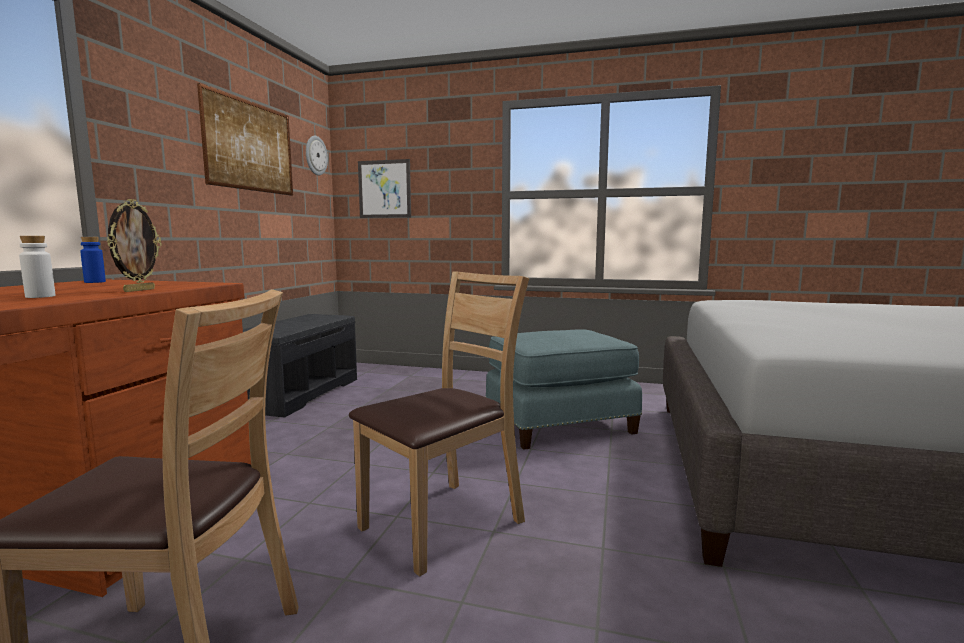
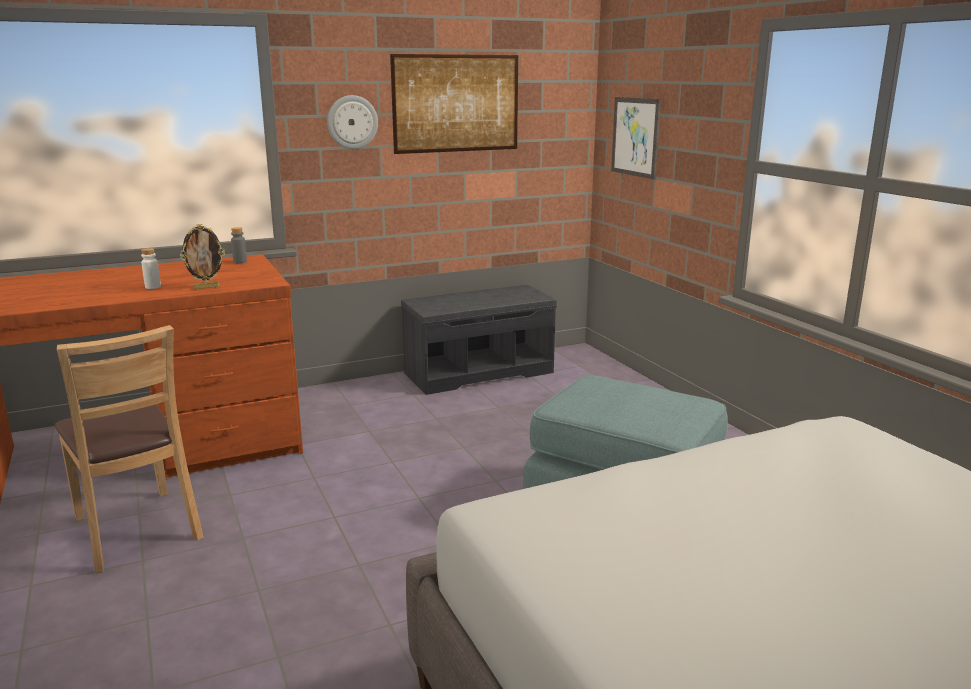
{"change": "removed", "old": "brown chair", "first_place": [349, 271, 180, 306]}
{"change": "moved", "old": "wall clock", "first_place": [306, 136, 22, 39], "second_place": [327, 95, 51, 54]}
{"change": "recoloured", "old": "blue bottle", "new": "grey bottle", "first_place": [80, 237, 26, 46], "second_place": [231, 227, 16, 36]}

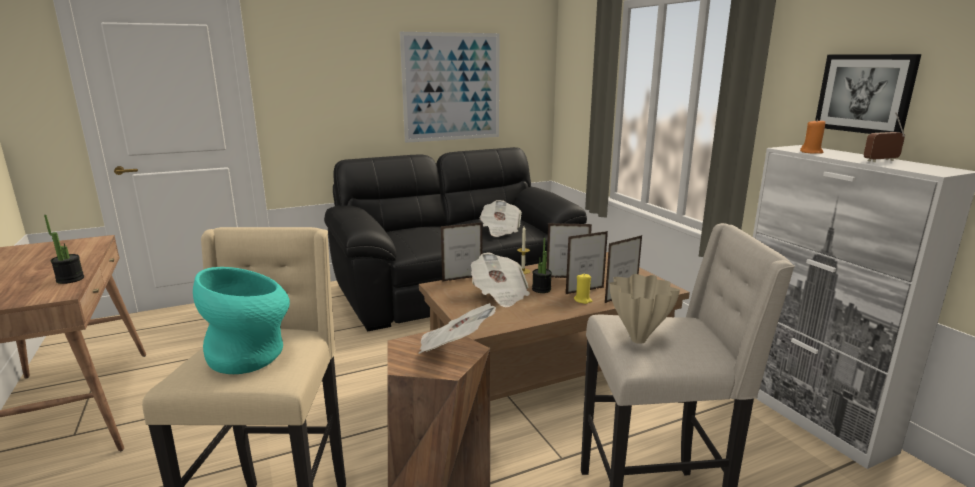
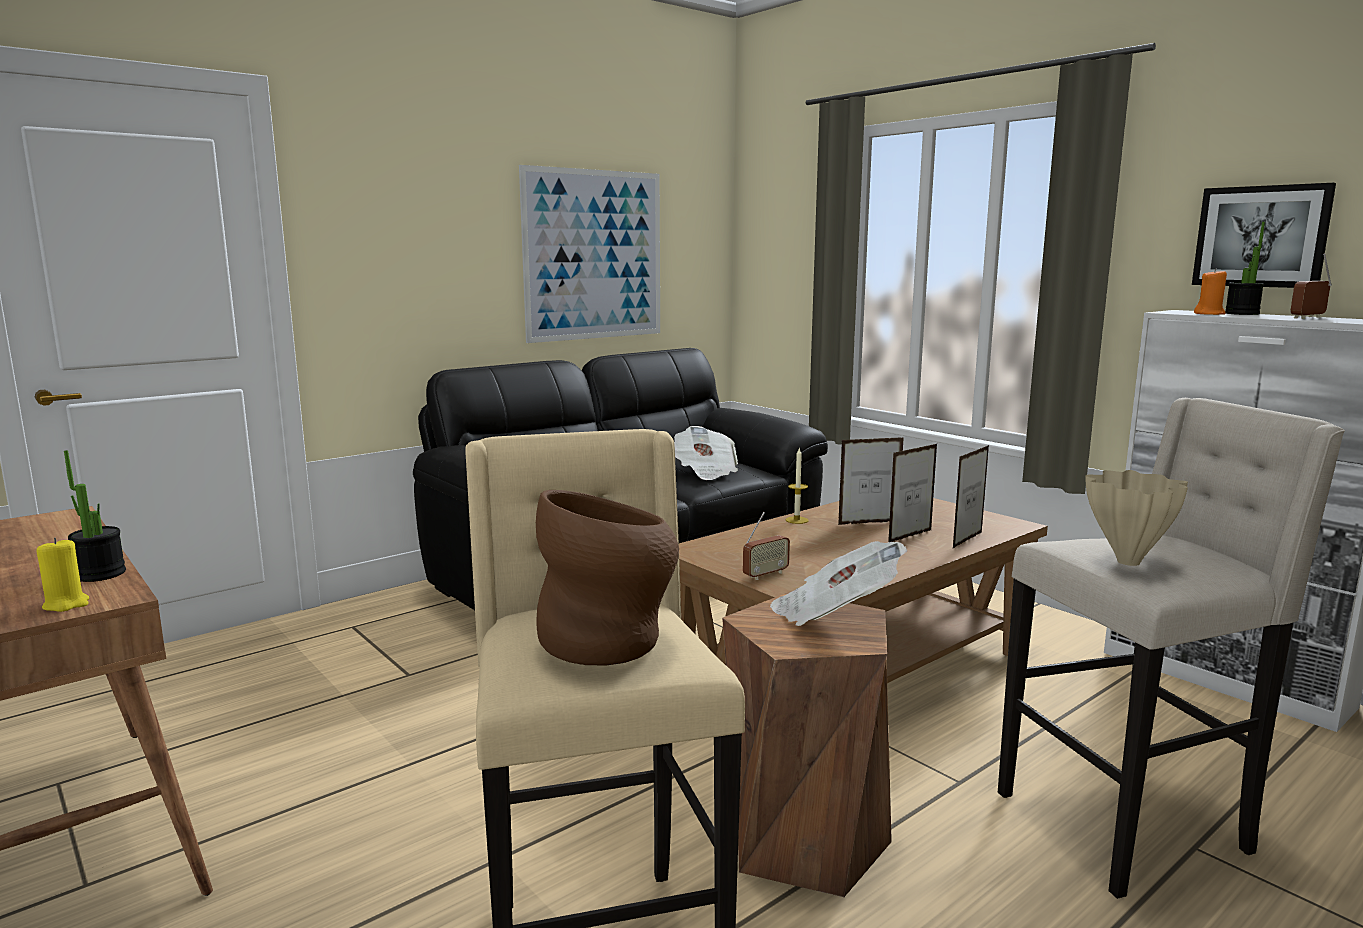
{"change": "removed", "old": "picture frame", "first_place": [441, 222, 42, 60]}
{"change": "removed", "old": "newspaper", "first_place": [471, 253, 59, 55]}
{"change": "added", "new": "radio", "second_place": [743, 512, 47, 68]}
{"change": "moved", "old": "potted plant", "first_place": [532, 238, 20, 55], "second_place": [1225, 222, 40, 93]}
{"change": "moved", "old": "yellow candle", "first_place": [574, 273, 18, 31], "second_place": [37, 538, 52, 74]}
{"change": "recoloured", "old": "turquoise vase", "new": "brown vase", "first_place": [193, 267, 97, 107], "second_place": [536, 490, 143, 176]}

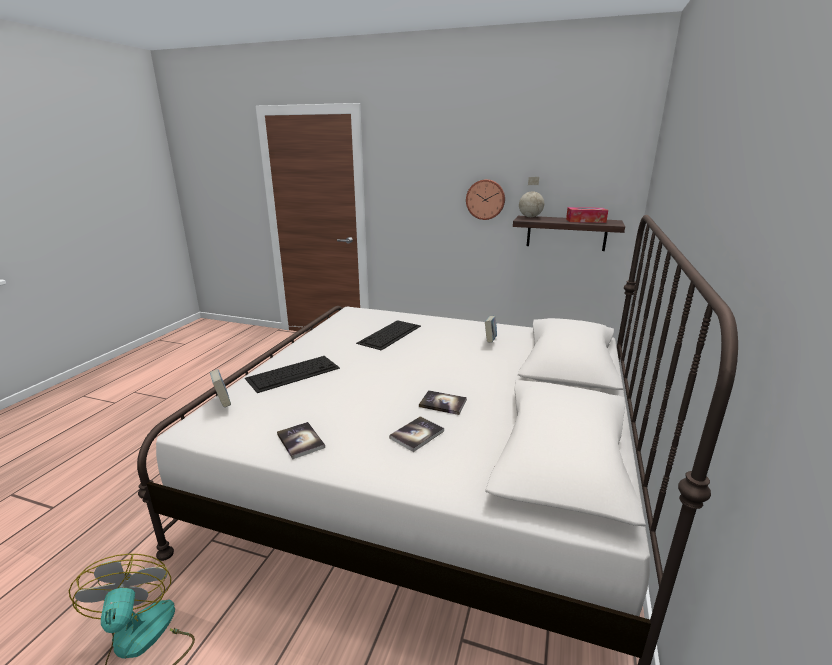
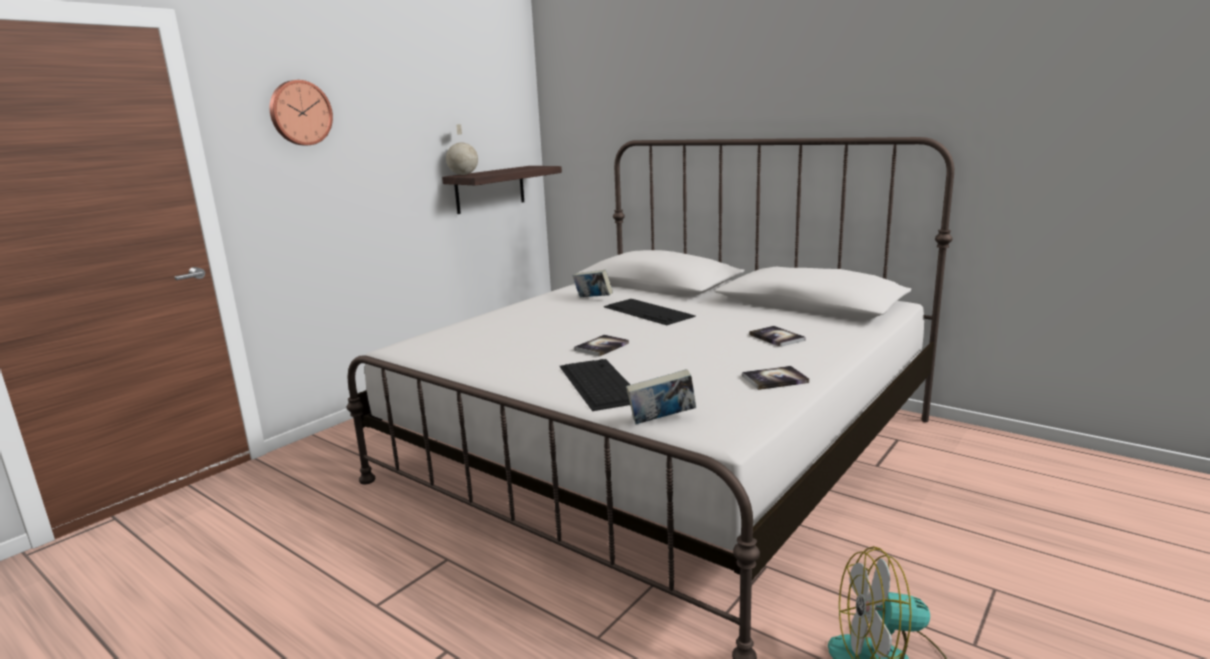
{"change": "removed", "old": "tissue box", "first_place": [566, 207, 42, 16]}
{"change": "moved", "old": "keyboard", "first_place": [356, 320, 65, 31], "second_place": [604, 299, 92, 26]}
{"change": "moved", "old": "book", "first_place": [419, 390, 48, 25], "second_place": [574, 335, 55, 22]}
{"change": "moved", "old": "wall clock", "first_place": [466, 179, 39, 41], "second_place": [270, 80, 63, 65]}

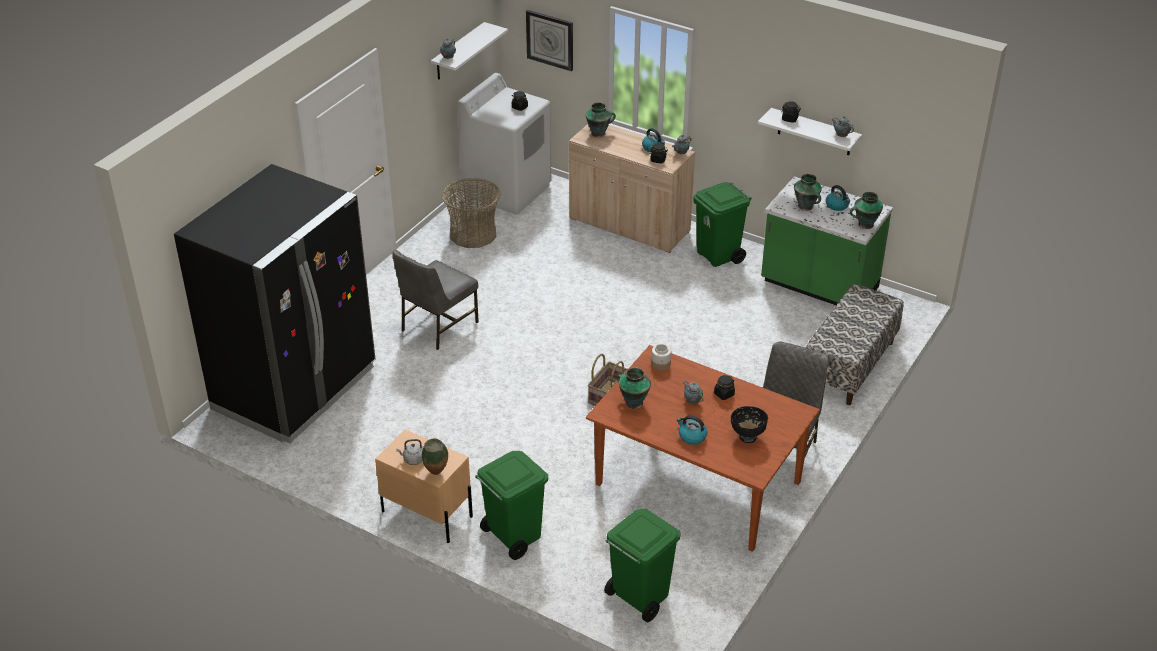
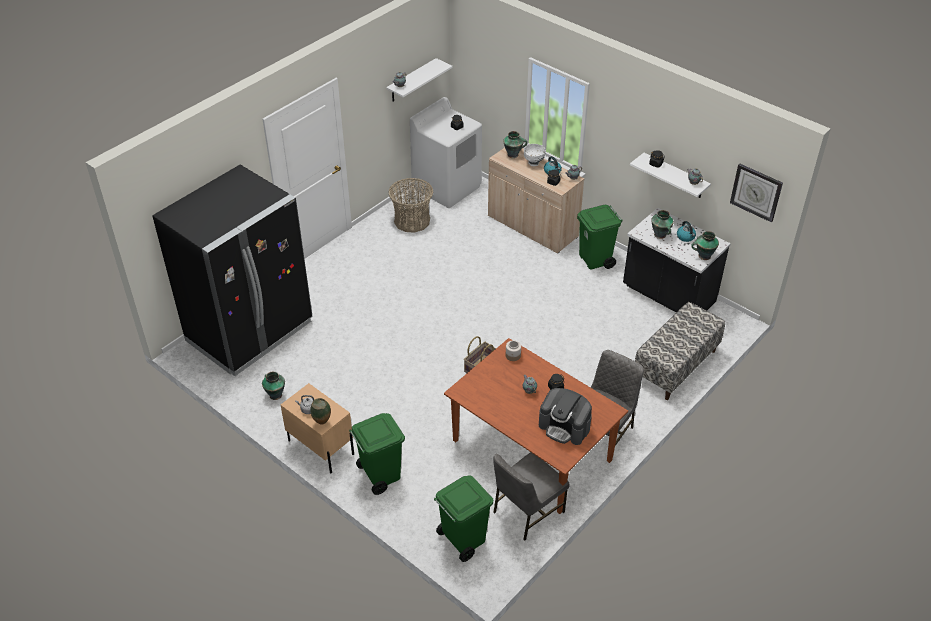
{"change": "removed", "old": "kettle", "first_place": [677, 415, 30, 30]}
{"change": "added", "new": "white bowl", "second_place": [524, 144, 22, 22]}
{"change": "moved", "old": "grey chair", "first_place": [392, 250, 87, 100], "second_place": [493, 452, 77, 89]}
{"change": "moved", "old": "wall clock", "first_place": [526, 10, 47, 61], "second_place": [730, 164, 53, 59]}
{"change": "moved", "old": "vase", "first_place": [617, 367, 34, 42], "second_place": [262, 371, 23, 29]}
{"change": "replaced", "old": "black bowl", "new": "coffee machine", "first_place": [731, 406, 37, 37], "second_place": [539, 388, 53, 57]}
{"change": "recoloured", "old": "green counter", "new": "black counter", "first_place": [761, 177, 132, 128], "second_place": [623, 208, 108, 105]}

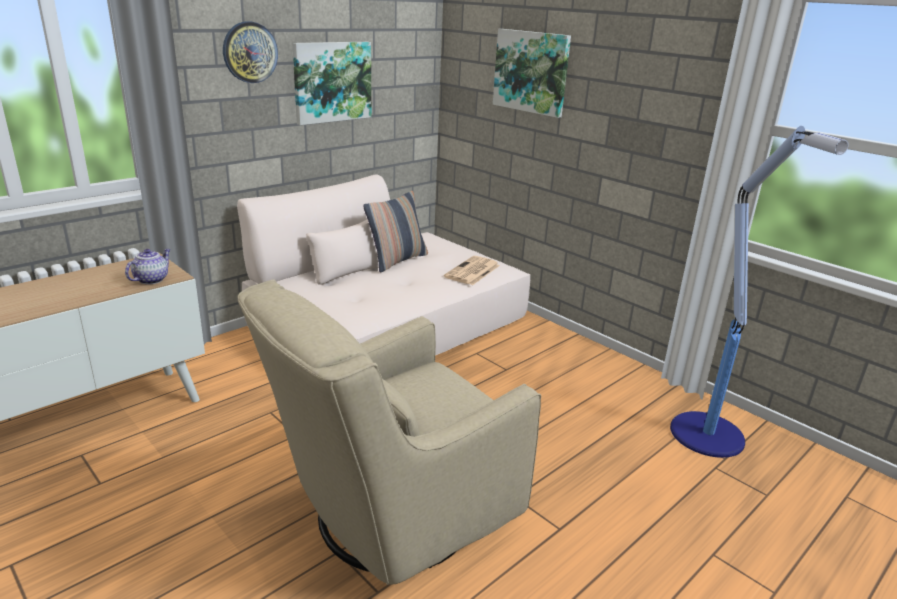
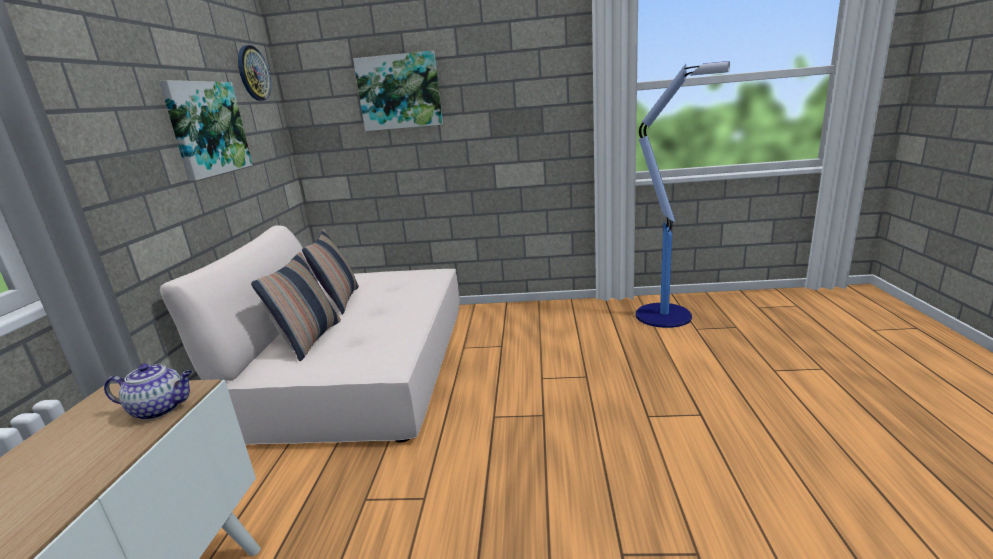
{"change": "removed", "old": "beige armchair", "first_place": [238, 280, 303, 305]}
{"change": "removed", "old": "newspaper", "first_place": [444, 256, 56, 29]}
{"change": "added", "new": "pillow", "second_place": [251, 252, 90, 109]}
{"change": "moved", "old": "wall clock", "first_place": [223, 21, 55, 62], "second_place": [238, 45, 33, 56]}
{"change": "turned", "old": "teapot", "first_place": [125, 249, 46, 36], "second_place": [104, 363, 89, 57], "degrees": 105}

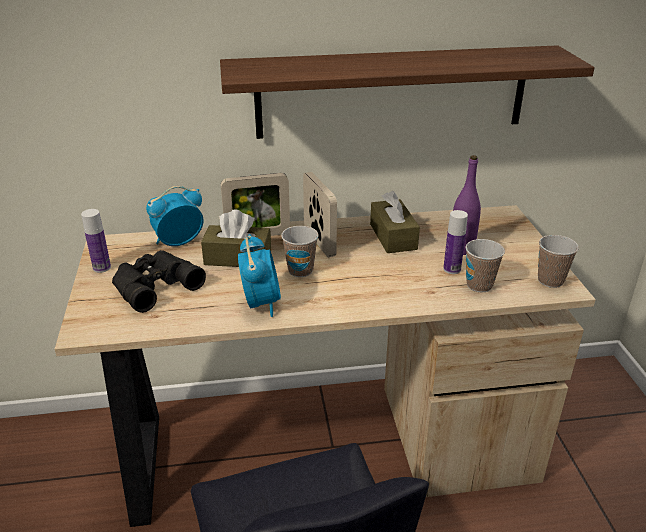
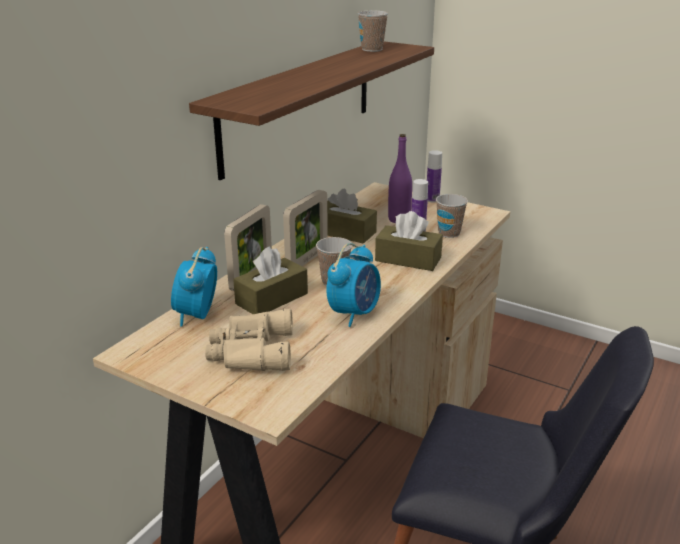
{"change": "added", "new": "brown tissue box", "second_place": [375, 211, 68, 60]}
{"change": "moved", "old": "bottle", "first_place": [81, 209, 30, 64], "second_place": [427, 150, 15, 52]}
{"change": "moved", "old": "cup", "first_place": [538, 235, 41, 53], "second_place": [357, 11, 31, 41]}
{"change": "recoloured", "old": "black binoculars", "new": "beige binoculars", "first_place": [112, 250, 94, 63], "second_place": [205, 309, 88, 62]}
{"change": "turned", "old": "alarm clock", "first_place": [238, 234, 43, 83], "second_place": [326, 243, 55, 84], "degrees": 90}
{"change": "turned", "old": "picture frame", "first_place": [303, 172, 34, 85], "second_place": [283, 190, 45, 76], "degrees": 105}

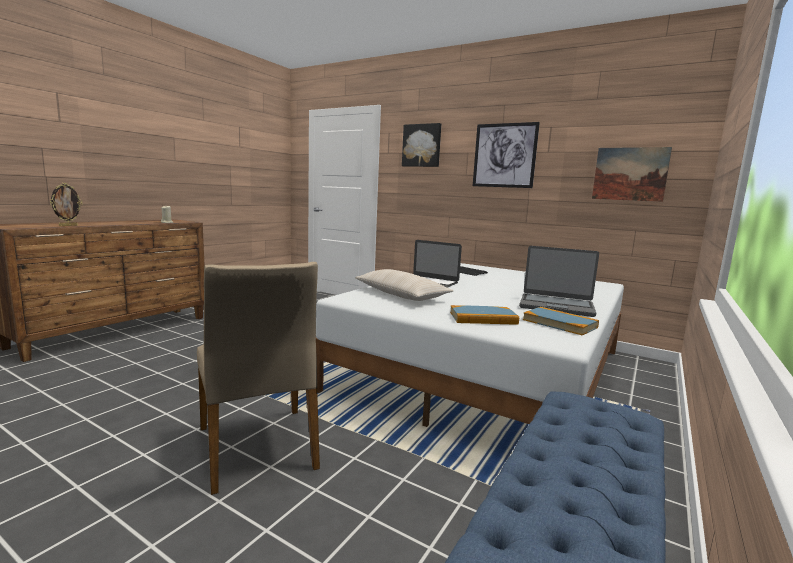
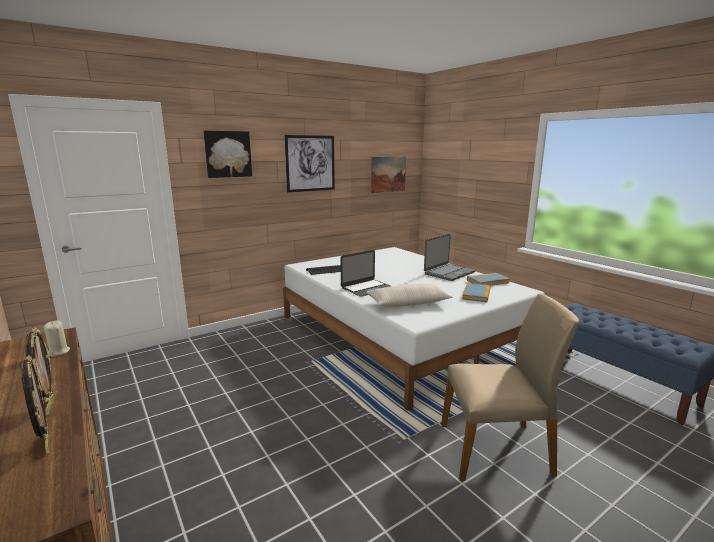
{"change": "added", "new": "picture frame", "second_place": [25, 328, 30, 87]}

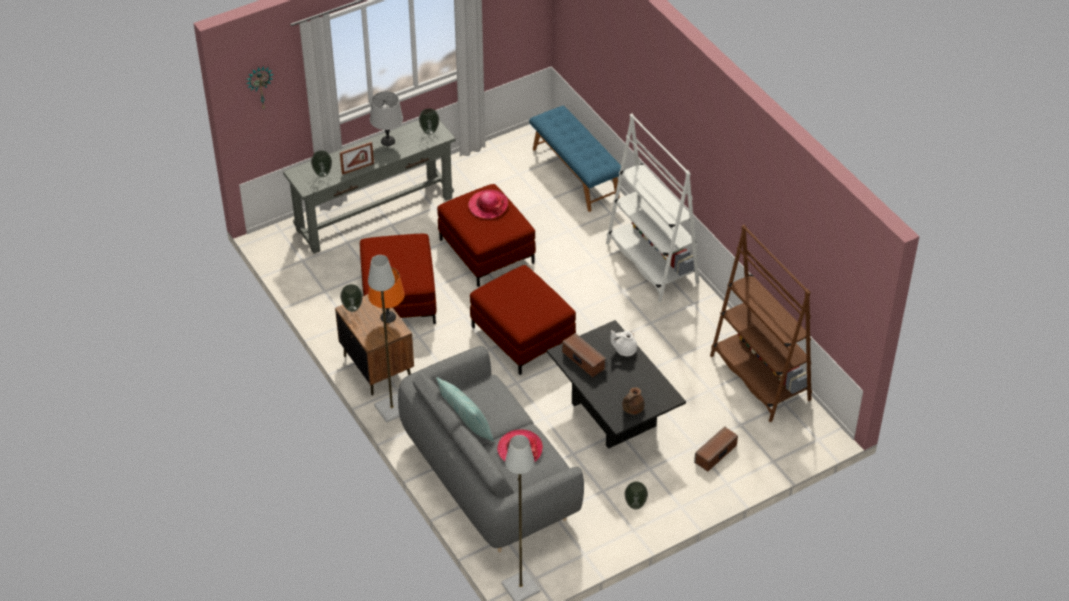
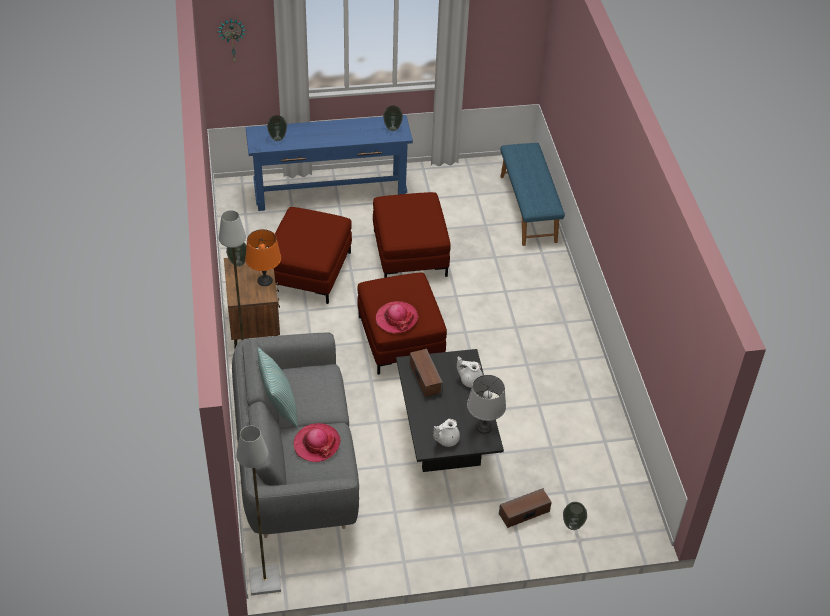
{"change": "removed", "old": "picture frame", "first_place": [340, 142, 34, 33]}
{"change": "removed", "old": "white bookcase", "first_place": [606, 114, 93, 188]}
{"change": "removed", "old": "brown bookcase", "first_place": [710, 224, 102, 198]}
{"change": "moved", "old": "grey table lamp", "first_place": [370, 91, 33, 55], "second_place": [467, 375, 39, 59]}
{"change": "moved", "old": "hat", "first_place": [468, 190, 40, 29], "second_place": [376, 301, 43, 32]}
{"change": "moved", "old": "vase", "first_place": [624, 481, 24, 28], "second_place": [563, 502, 24, 28]}
{"change": "recoloured", "old": "grey console table", "new": "blue console table", "first_place": [283, 120, 173, 134], "second_place": [246, 115, 167, 96]}
{"change": "recoloured", "old": "brown teapot", "new": "white teapot", "first_place": [622, 387, 22, 27], "second_place": [433, 419, 27, 28]}

